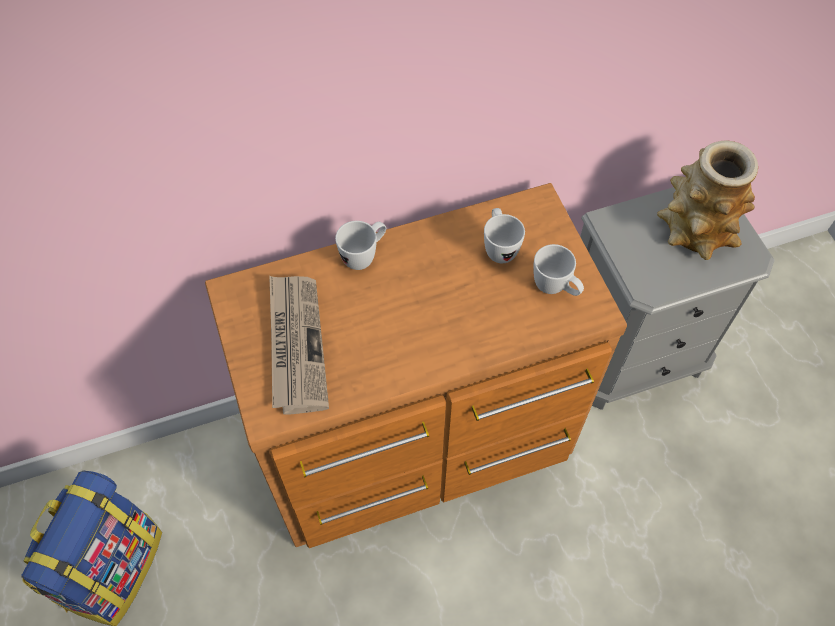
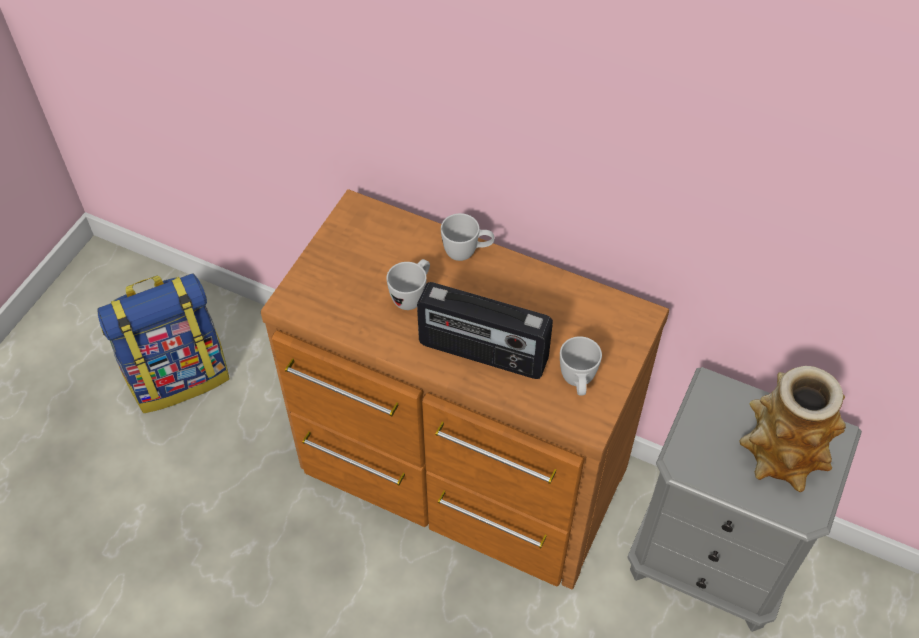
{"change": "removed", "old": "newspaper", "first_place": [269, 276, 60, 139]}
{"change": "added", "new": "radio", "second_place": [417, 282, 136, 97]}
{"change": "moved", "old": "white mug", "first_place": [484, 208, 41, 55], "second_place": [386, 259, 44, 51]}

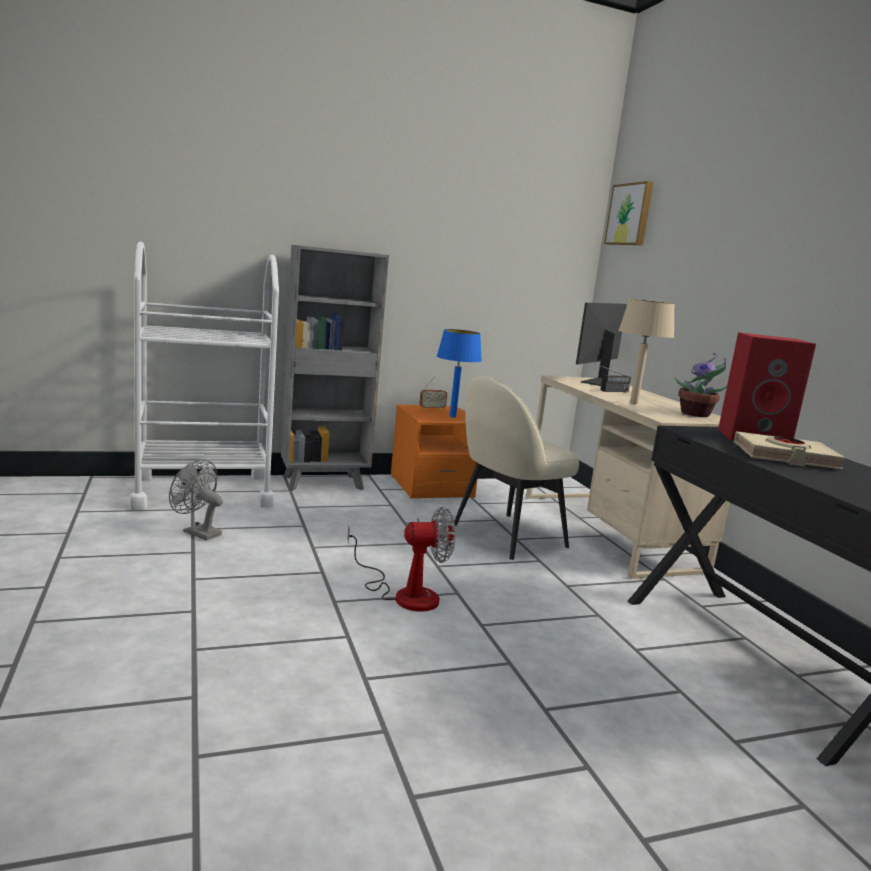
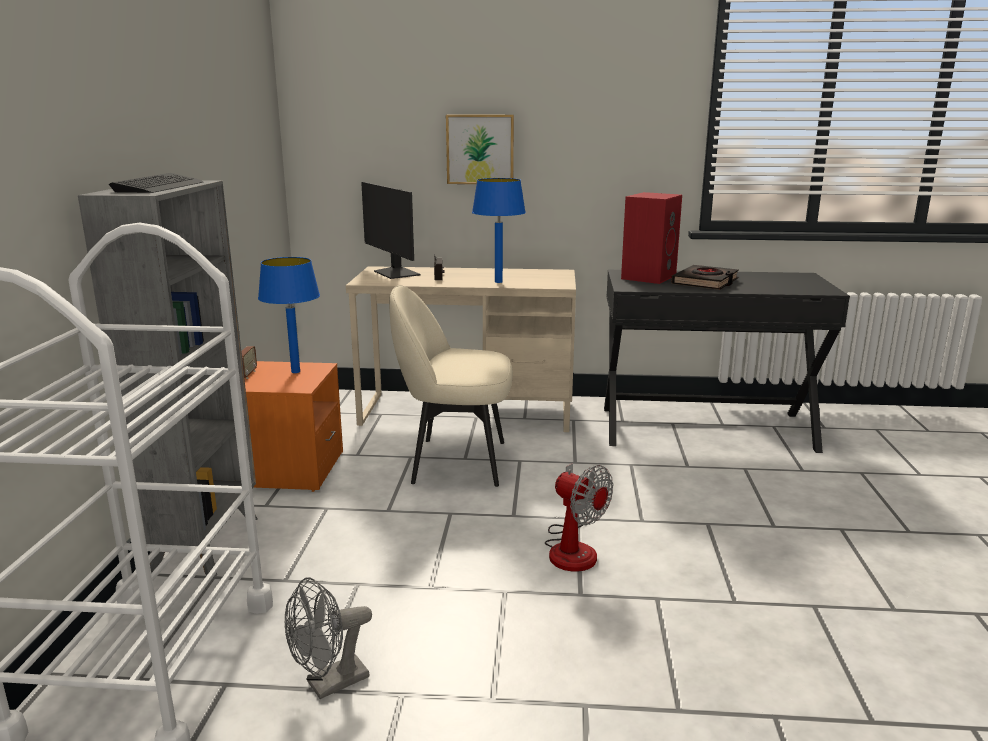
{"change": "removed", "old": "potted plant", "first_place": [675, 353, 52, 64]}
{"change": "added", "new": "keyboard", "second_place": [109, 173, 94, 20]}
{"change": "moved", "old": "picture", "first_place": [604, 181, 50, 64], "second_place": [446, 115, 68, 69]}
{"change": "recoloured", "old": "beige table lamp", "new": "blue table lamp", "first_place": [618, 299, 57, 106], "second_place": [472, 178, 54, 105]}
{"change": "recoloured", "old": "beige book", "new": "black book", "first_place": [734, 431, 112, 38], "second_place": [671, 265, 68, 25]}
{"change": "turned", "old": "fan", "first_place": [347, 507, 108, 105], "second_place": [545, 463, 68, 109], "degrees": 120}
{"change": "turned", "old": "beige chair", "first_place": [454, 376, 125, 184], "second_place": [389, 285, 124, 202], "degrees": 105}

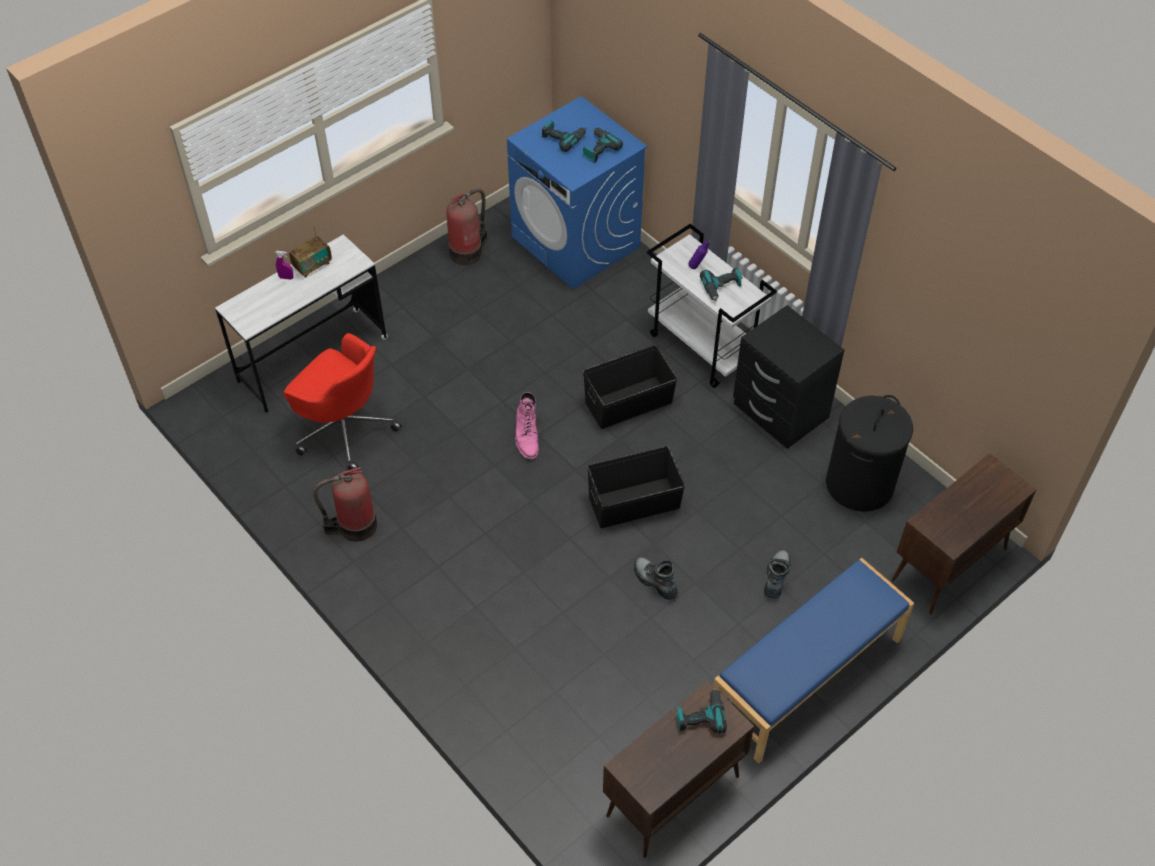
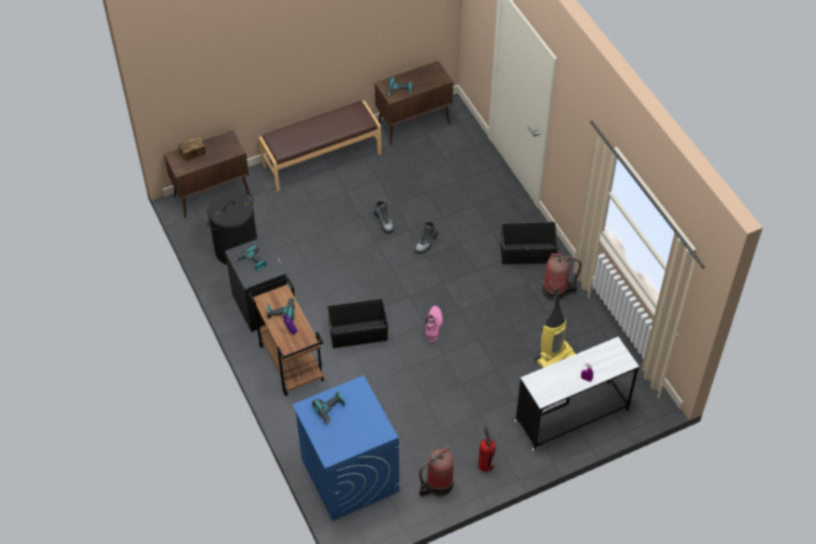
{"change": "added", "new": "fire extinguisher", "second_place": [478, 427, 18, 45]}
{"change": "moved", "old": "radio", "first_place": [289, 224, 43, 54], "second_place": [179, 137, 27, 25]}
{"change": "moved", "old": "power drill", "first_place": [542, 120, 44, 32], "second_place": [234, 245, 33, 26]}
{"change": "moved", "old": "black storage box", "first_place": [587, 446, 98, 82], "second_place": [500, 222, 58, 42]}
{"change": "moved", "old": "boot", "first_place": [764, 549, 27, 49], "second_place": [414, 221, 24, 33]}
{"change": "replaced", "old": "red office chair", "new": "vacuum cleaner", "first_place": [284, 333, 118, 137], "second_place": [535, 287, 42, 81]}
{"change": "recoloured", "old": "white cart", "new": "brown cart", "first_place": [647, 224, 130, 164], "second_place": [249, 278, 75, 118]}
{"change": "recoloured", "old": "blue bench", "new": "brown bench", "first_place": [713, 558, 201, 206], "second_place": [259, 100, 122, 92]}

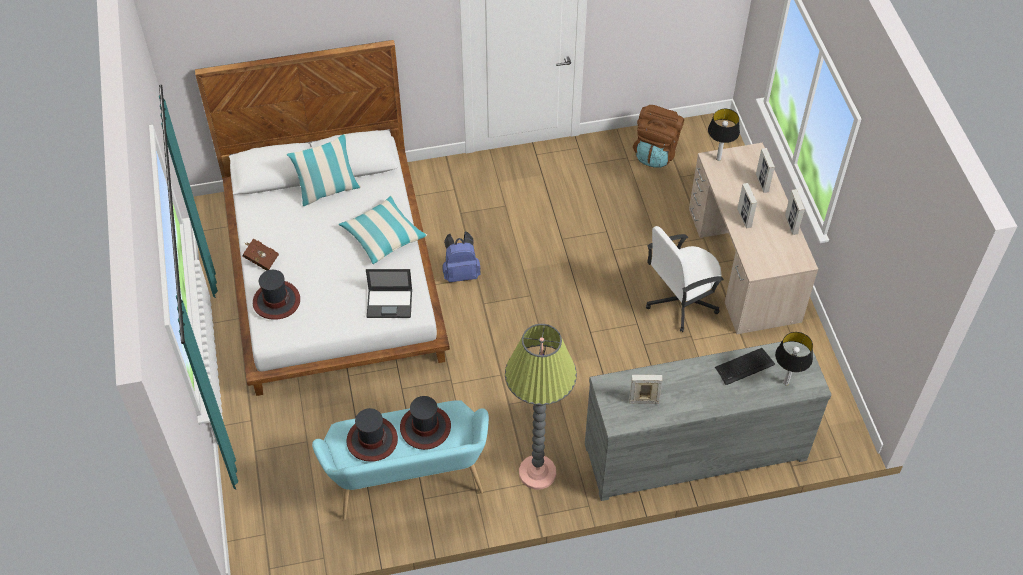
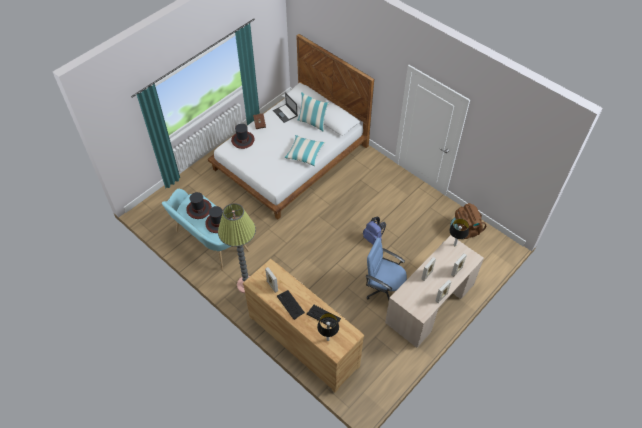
{"change": "added", "new": "keyboard", "second_place": [277, 290, 28, 30]}
{"change": "moved", "old": "laptop", "first_place": [366, 269, 46, 49], "second_place": [273, 92, 24, 31]}
{"change": "moved", "old": "blue backpack", "first_place": [442, 231, 38, 51], "second_place": [363, 217, 23, 28]}
{"change": "recoloured", "old": "grey dresser", "new": "brown dresser", "first_place": [585, 342, 247, 159], "second_place": [243, 259, 121, 134]}
{"change": "recoloured", "old": "white office chair", "new": "blue office chair", "first_place": [646, 226, 78, 106], "second_place": [366, 237, 41, 63]}

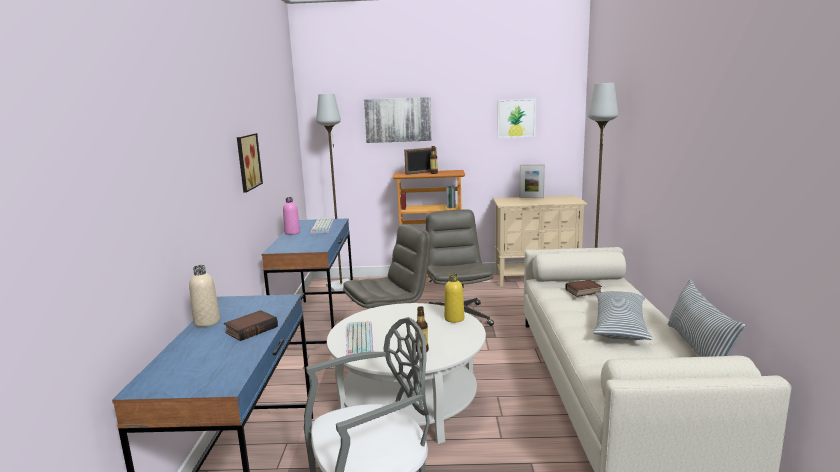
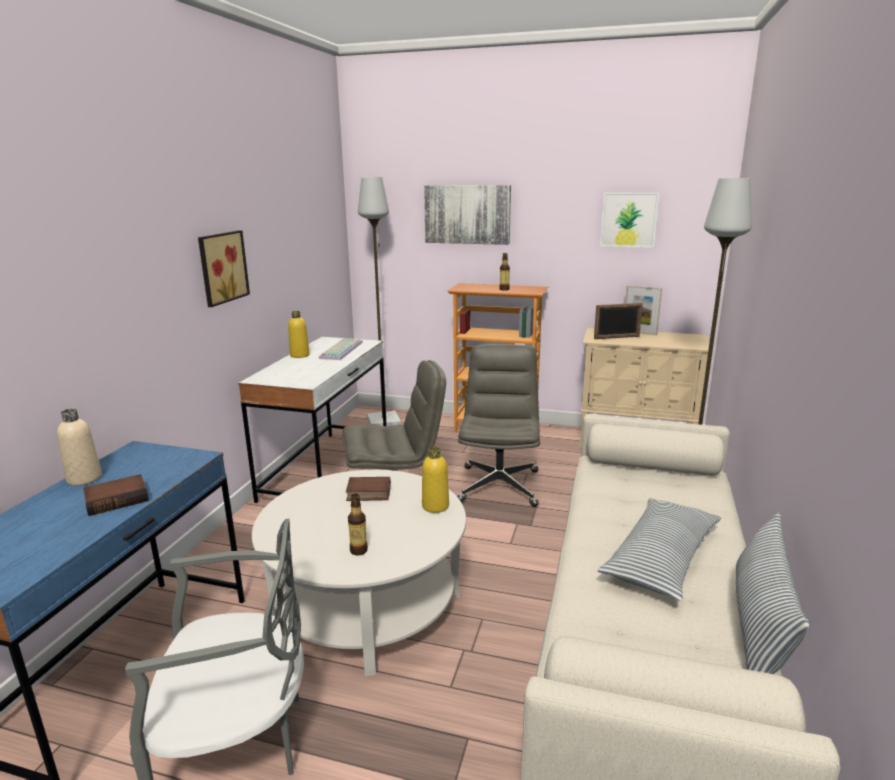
{"change": "removed", "old": "keyboard", "first_place": [346, 321, 27, 35]}
{"change": "moved", "old": "picture frame", "first_place": [404, 147, 32, 28], "second_place": [594, 303, 49, 36]}
{"change": "moved", "old": "book", "first_place": [565, 280, 37, 17], "second_place": [346, 477, 45, 24]}
{"change": "recoloured", "old": "blue desk", "new": "white desk", "first_place": [262, 218, 91, 127], "second_place": [238, 337, 149, 166]}
{"change": "recoloured", "old": "pink bottle", "new": "yellow bottle", "first_place": [283, 197, 17, 38], "second_place": [288, 311, 22, 47]}

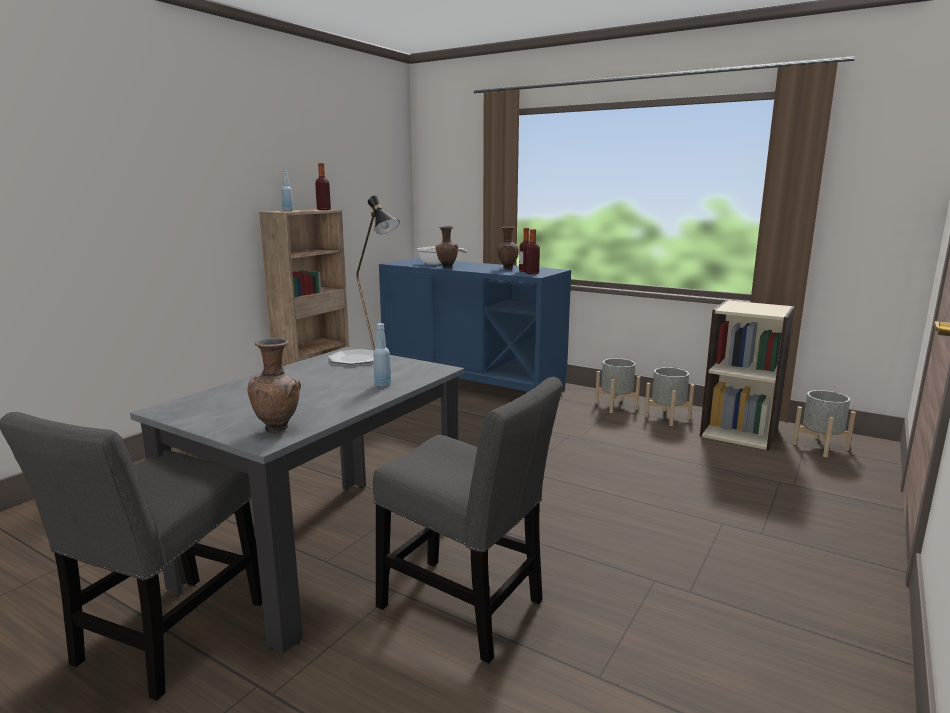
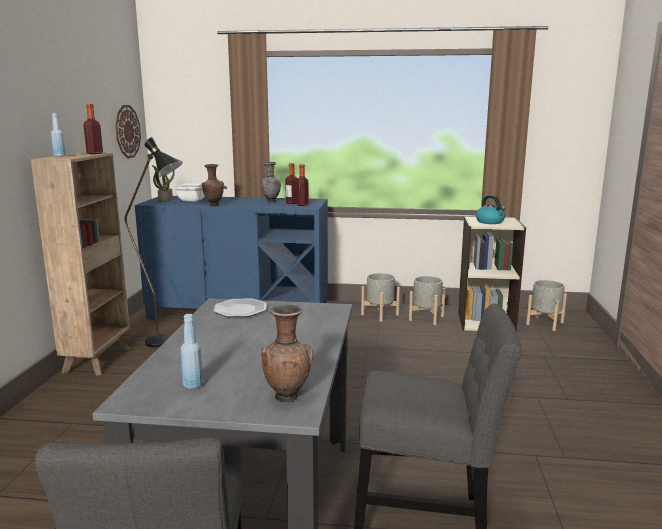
{"change": "added", "new": "wall clock", "second_place": [115, 105, 26, 53]}
{"change": "added", "new": "potted plant", "second_place": [152, 165, 23, 37]}
{"change": "added", "new": "kettle", "second_place": [476, 195, 29, 29]}
{"change": "moved", "old": "blue bottle", "first_place": [373, 323, 18, 63], "second_place": [181, 314, 22, 75]}
{"change": "recoloured", "old": "brown vase", "new": "grey vase", "first_place": [497, 227, 22, 42], "second_place": [261, 162, 20, 40]}

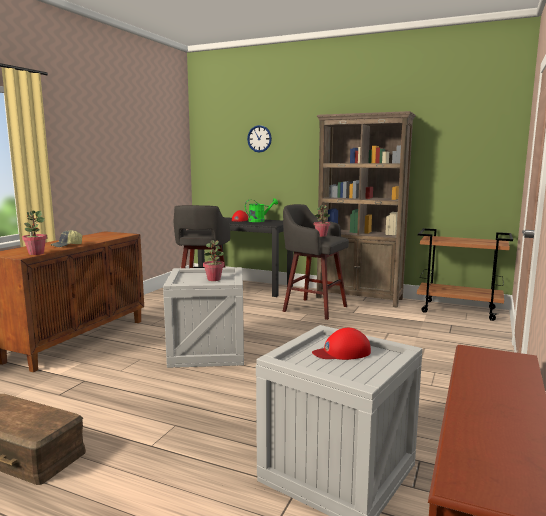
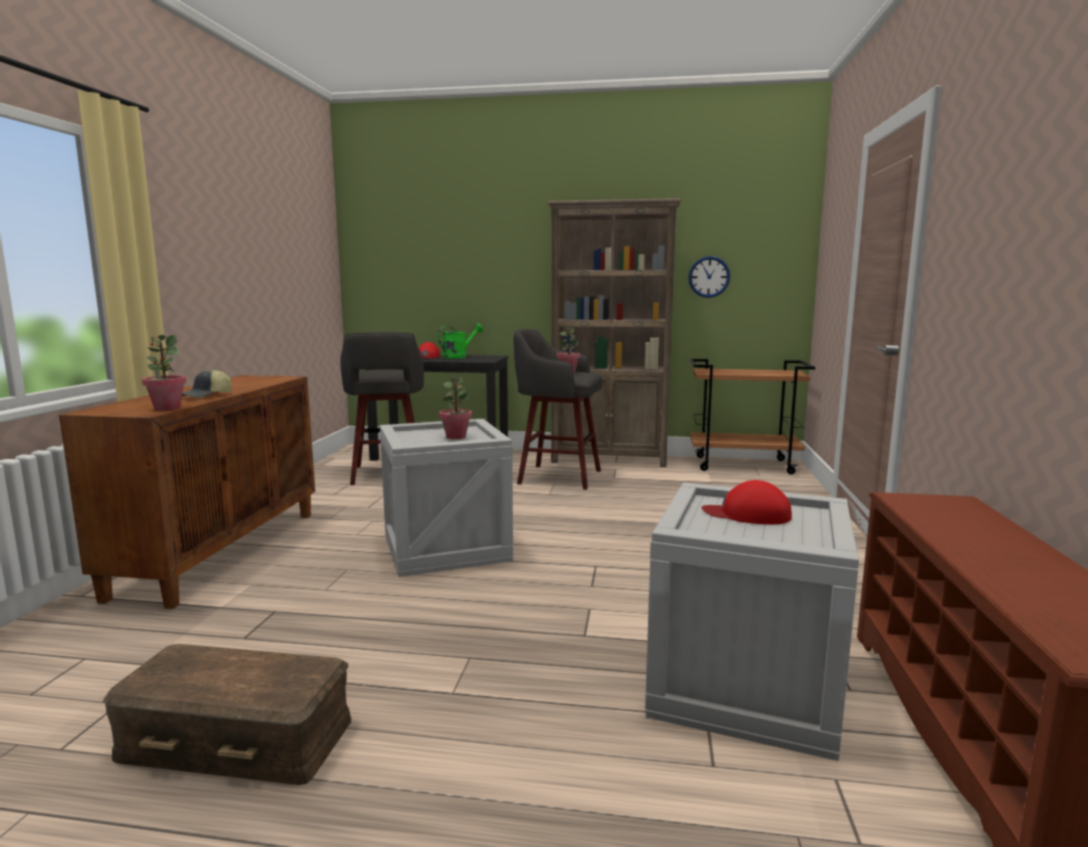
{"change": "moved", "old": "wall clock", "first_place": [247, 125, 25, 28], "second_place": [688, 256, 42, 42]}
{"change": "turned", "old": "red cap", "first_place": [312, 328, 59, 32], "second_place": [701, 480, 91, 44], "degrees": 45}

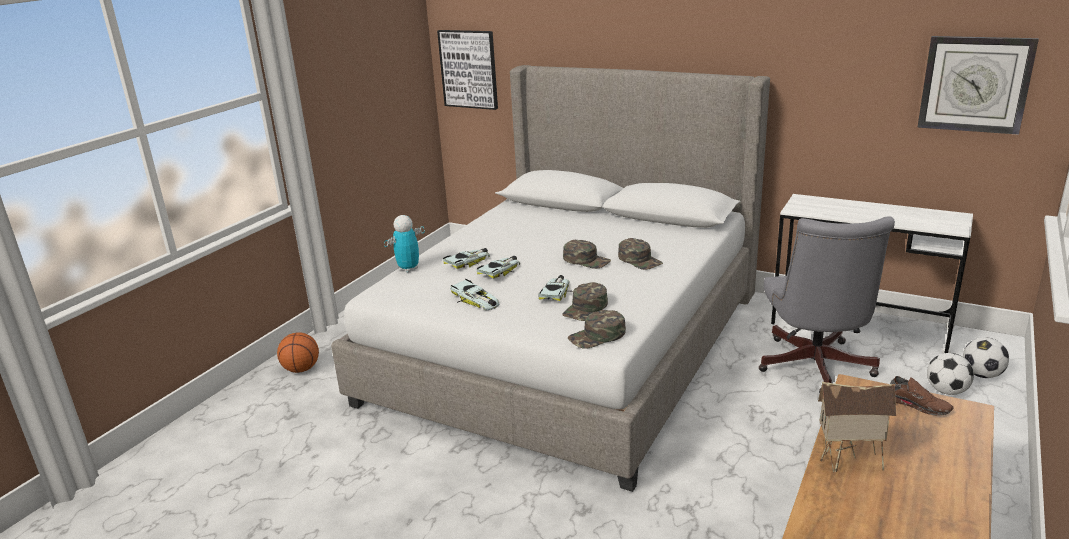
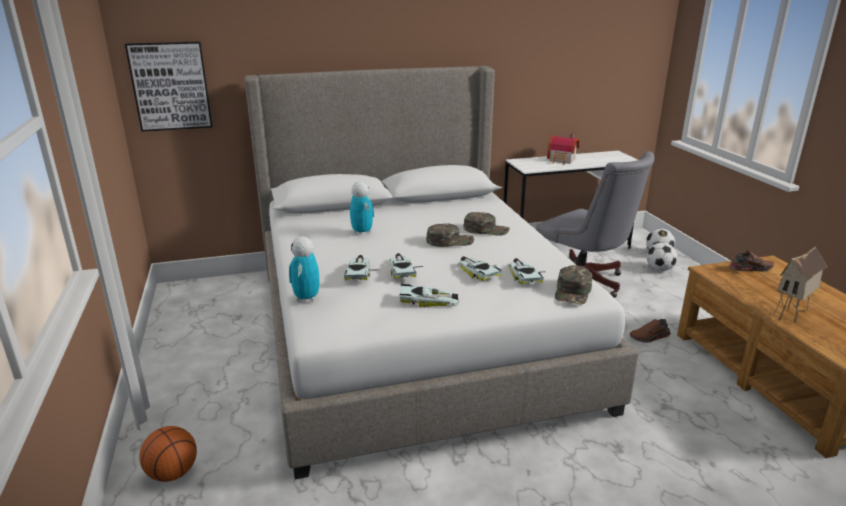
{"change": "removed", "old": "wall clock", "first_place": [917, 36, 122, 99]}
{"change": "added", "new": "toy robot", "second_place": [350, 181, 24, 55]}
{"change": "added", "new": "toy house", "second_place": [547, 133, 33, 32]}
{"change": "added", "new": "brown shoe", "second_place": [630, 319, 41, 24]}
{"change": "replaced", "old": "green cap", "new": "toy car", "first_place": [562, 282, 46, 39], "second_place": [508, 258, 37, 26]}

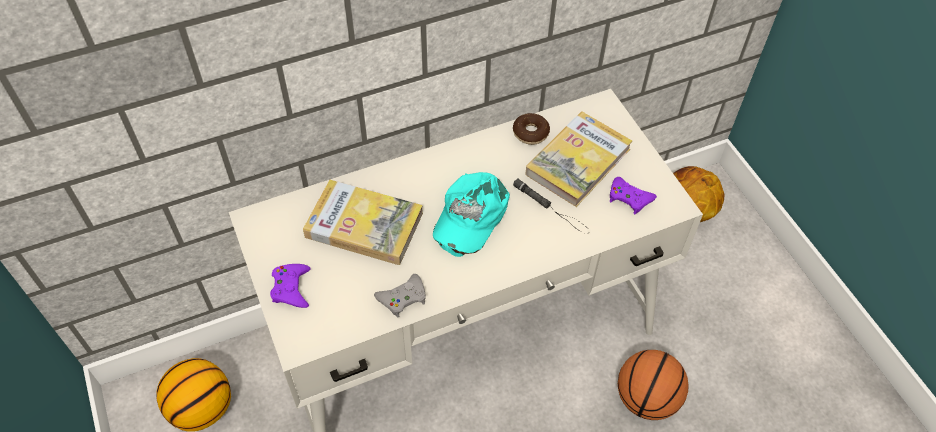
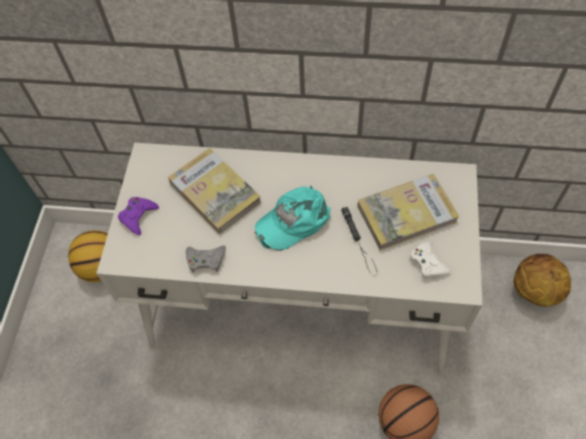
{"change": "removed", "old": "donut", "first_place": [513, 113, 37, 32]}
{"change": "recoloured", "old": "purple game controller", "new": "white game controller", "first_place": [610, 177, 47, 38], "second_place": [409, 241, 43, 38]}

